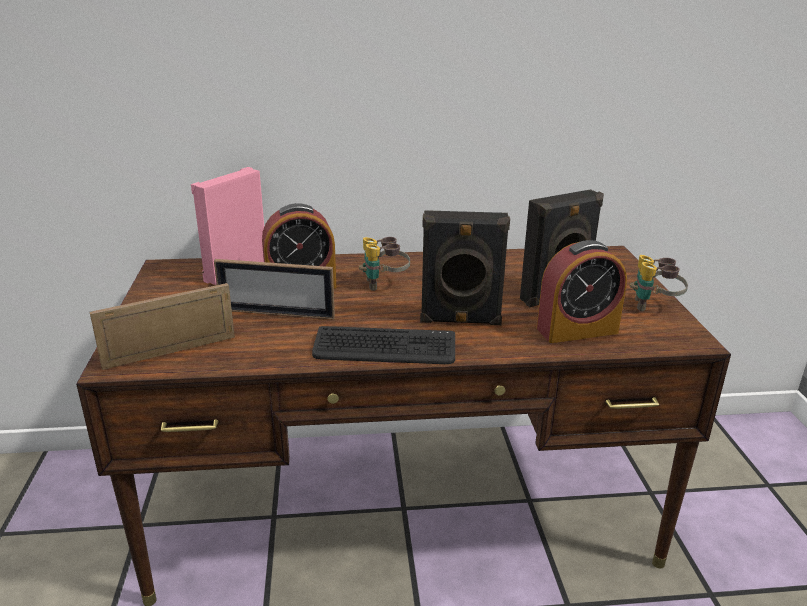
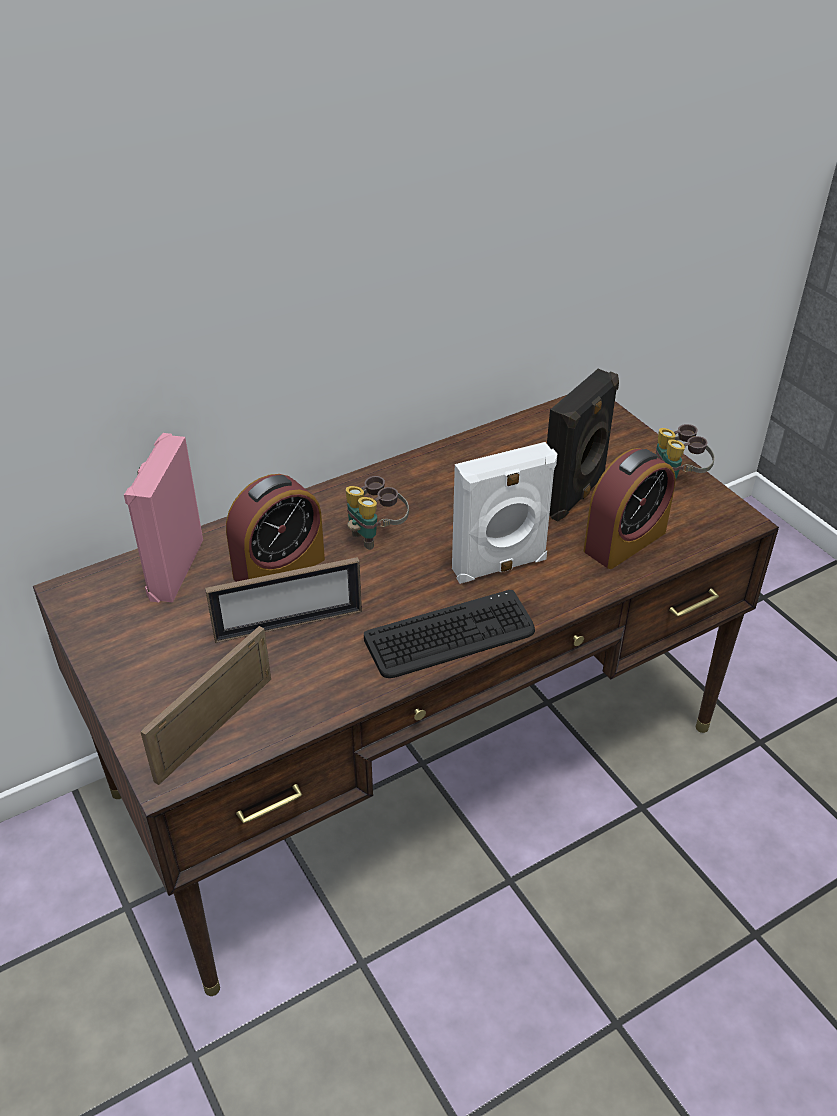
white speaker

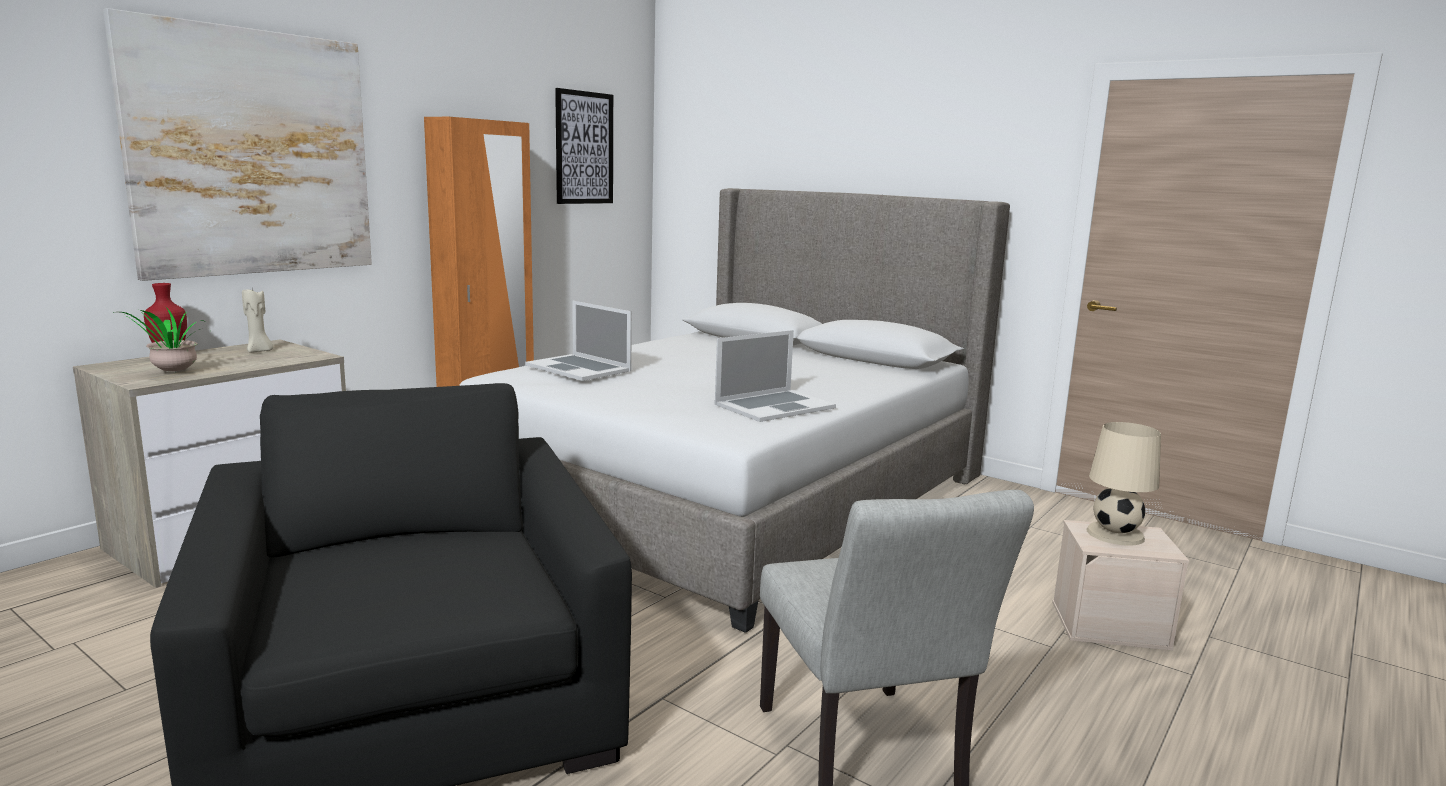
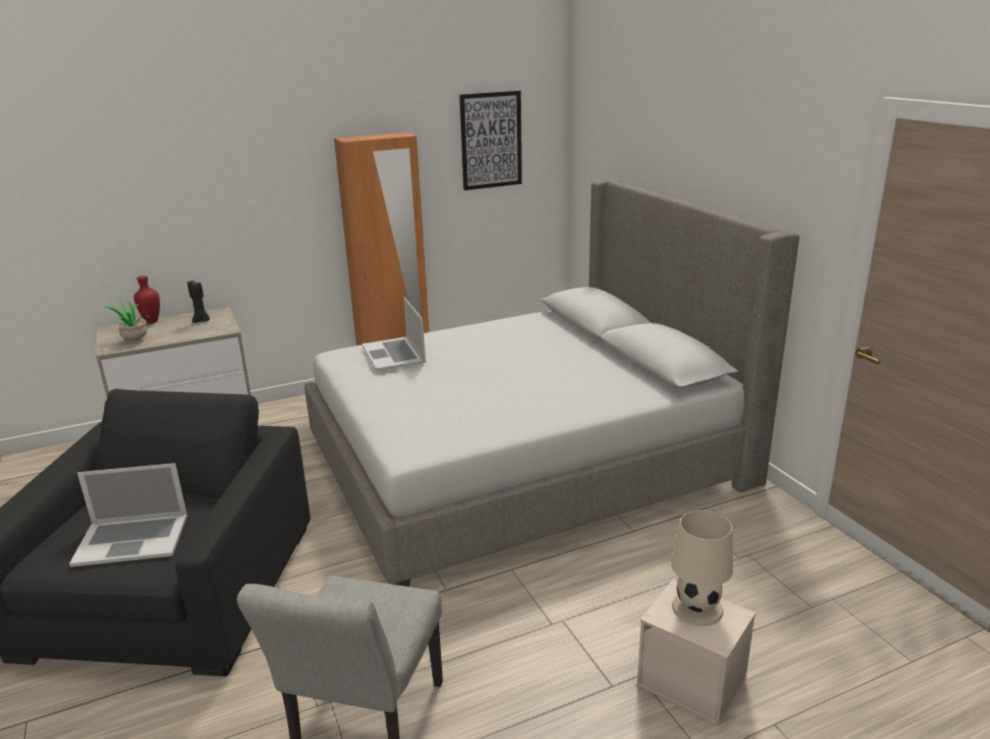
laptop (1st from left)
black candle
picture (1st from left in the first image)

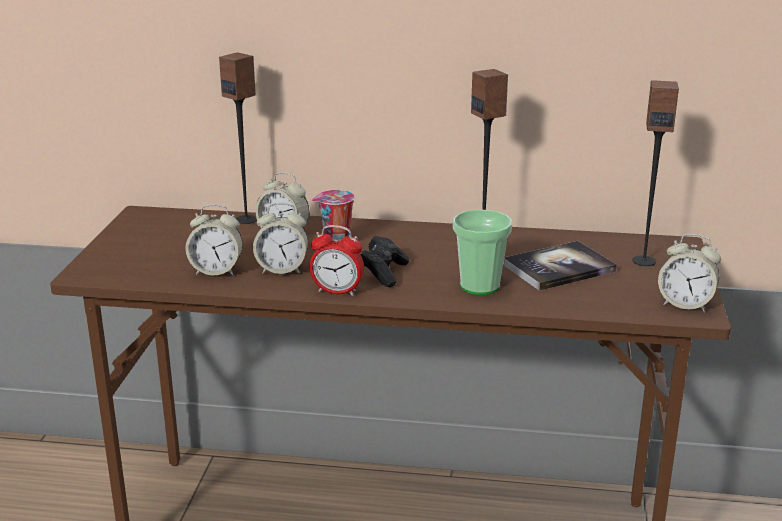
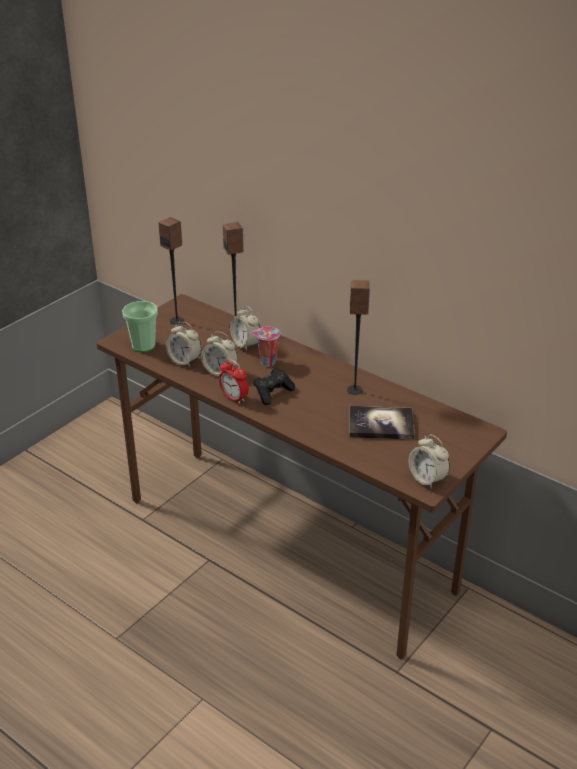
cup (1st from left)
speaker (1st from left)

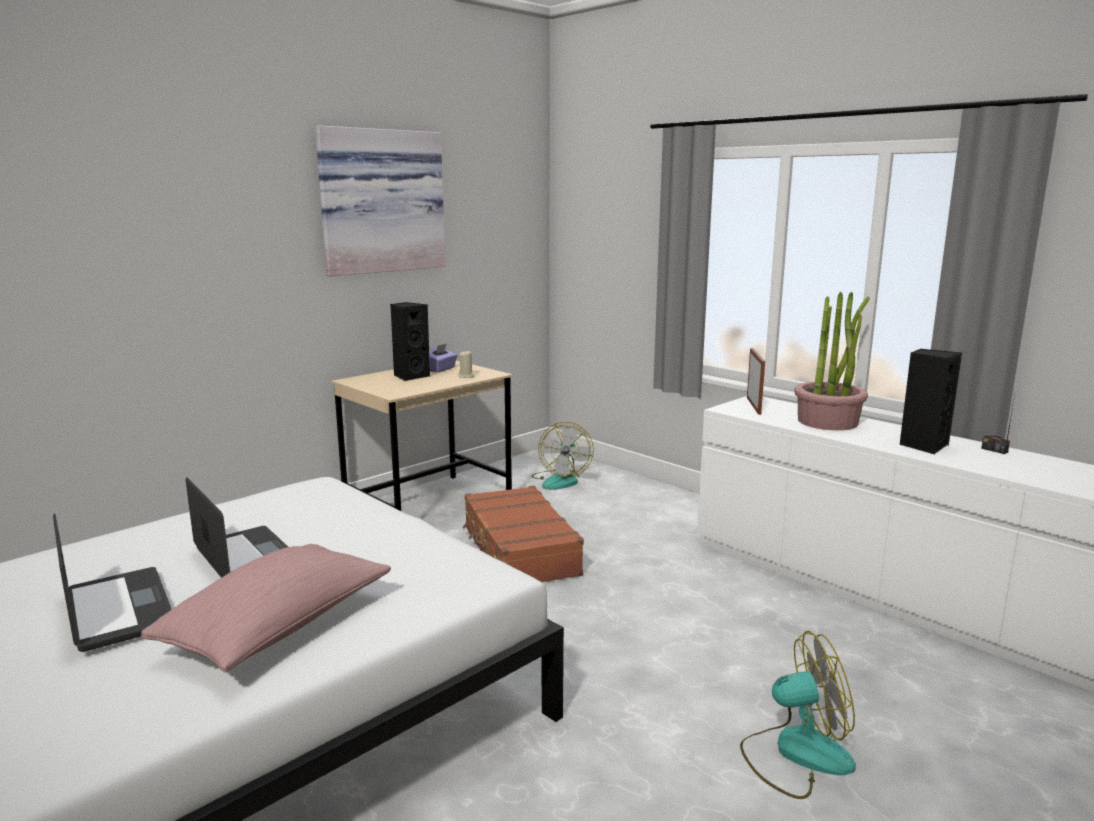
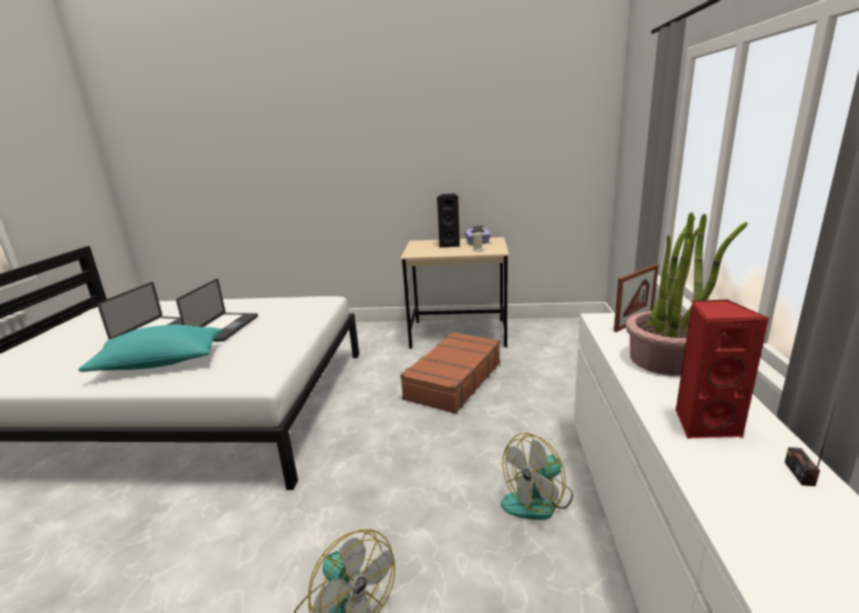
turquoise pillow
fan (2nd from left)
red speaker
picture

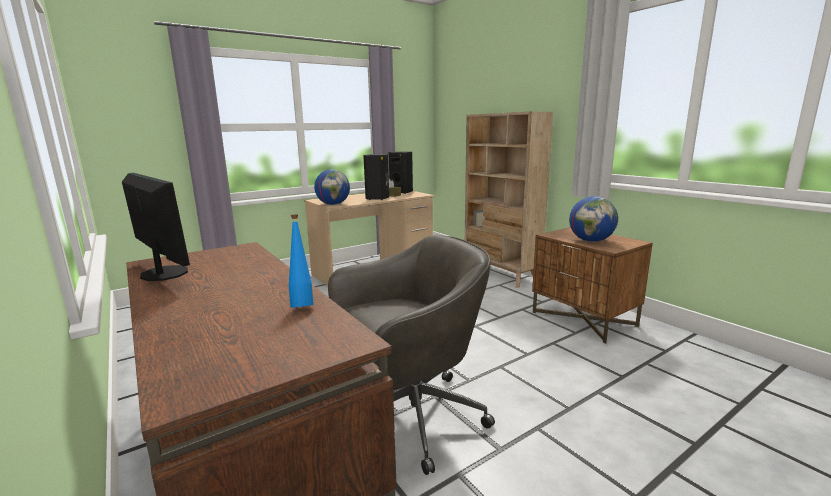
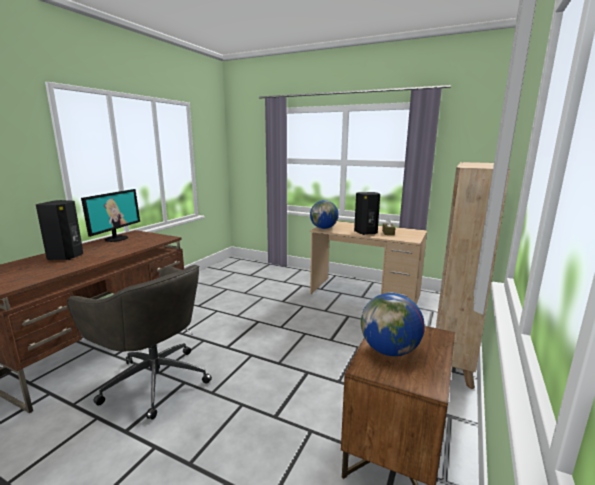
black speaker (1st from left)
blue bottle

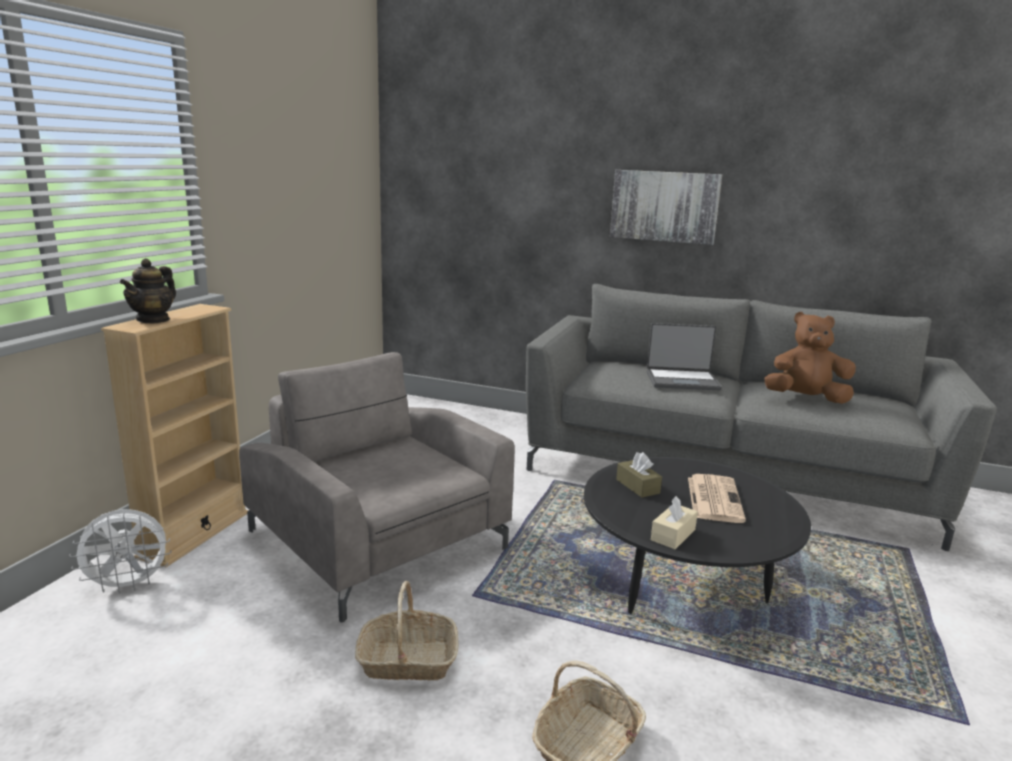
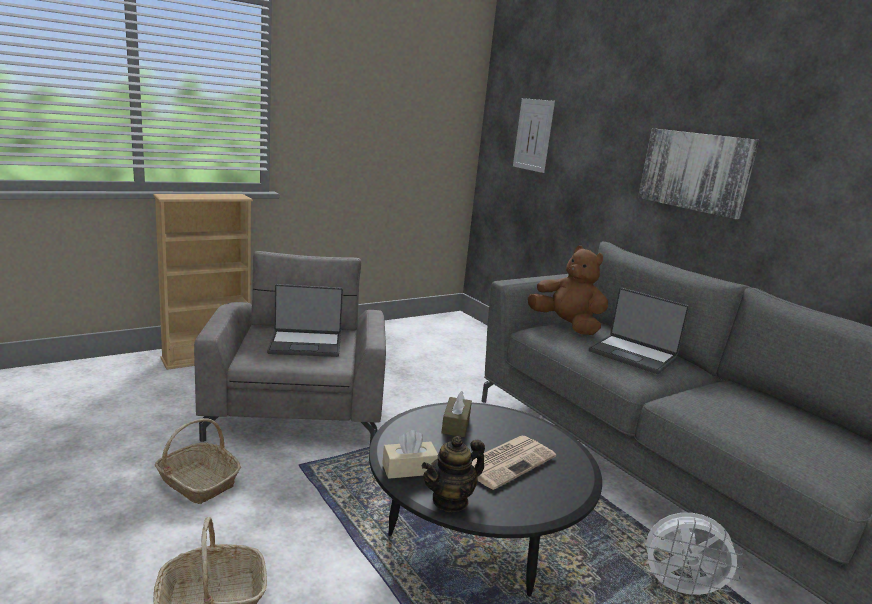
laptop (1st from left)
teapot
picture (1st from left)
brown plush toy
white fan

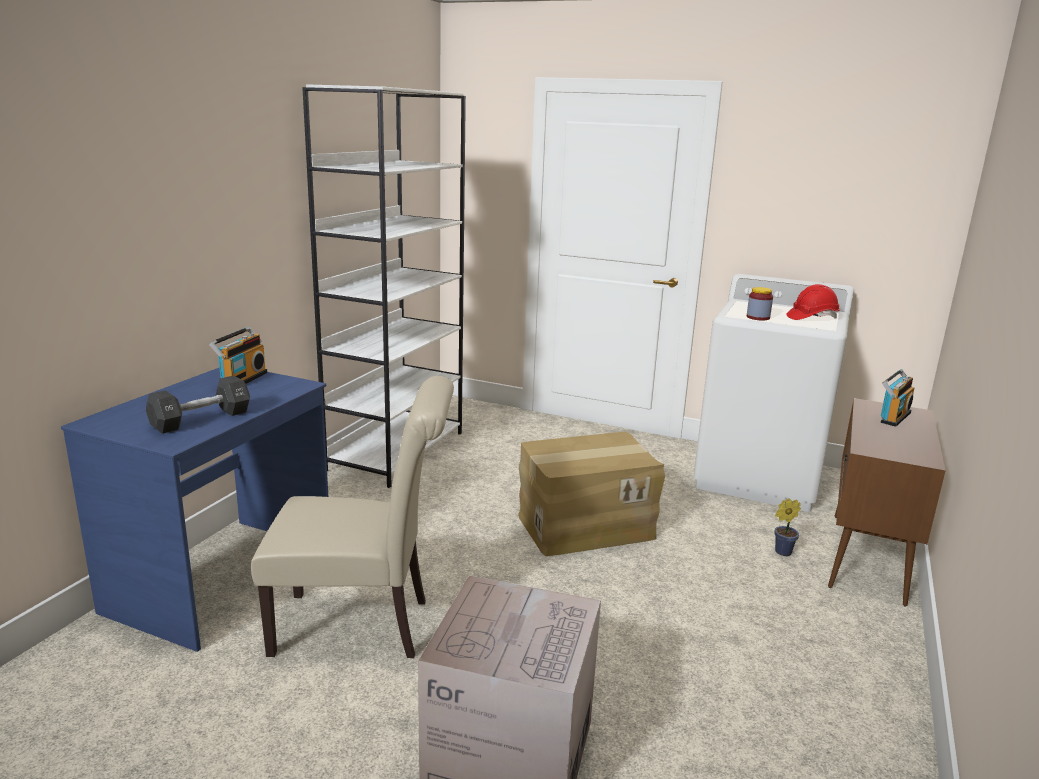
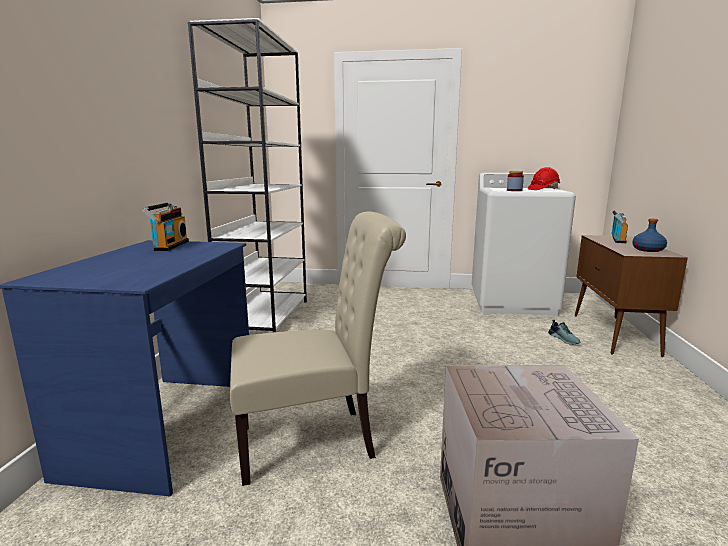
shoe
blue bottle
black dumbbell
cardboard box (2nd from left in the first image)

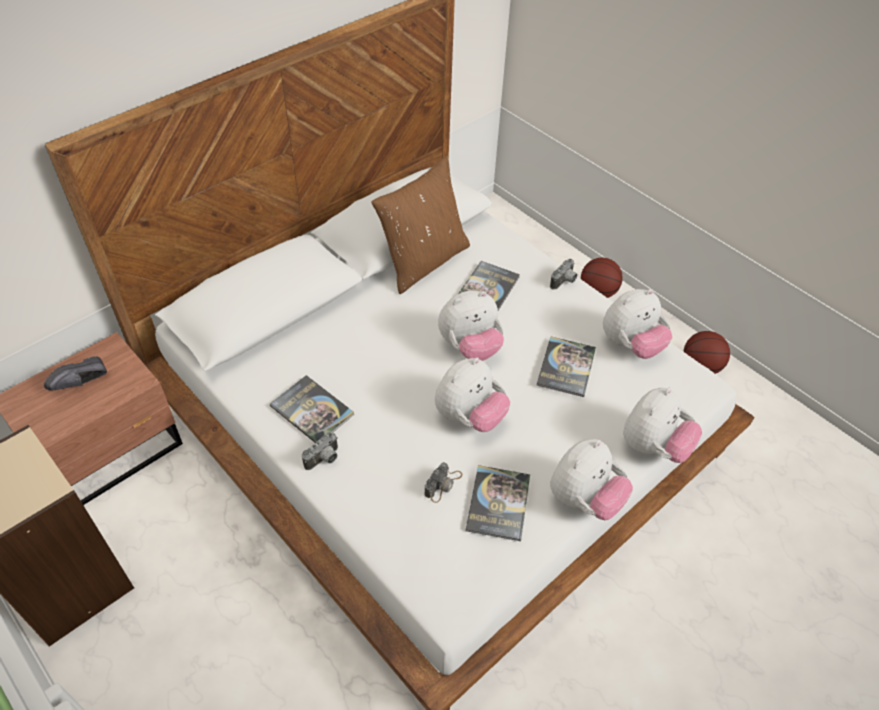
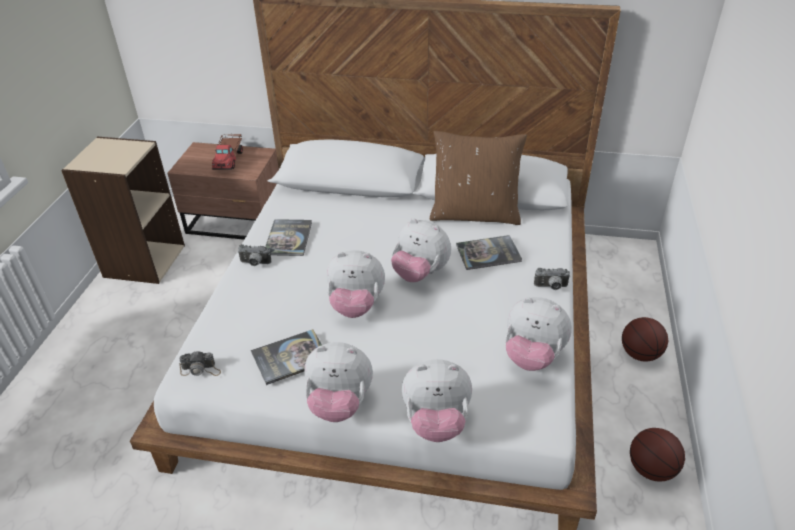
photo camera (1st from left)
toy truck
book (4th from left in the first image)

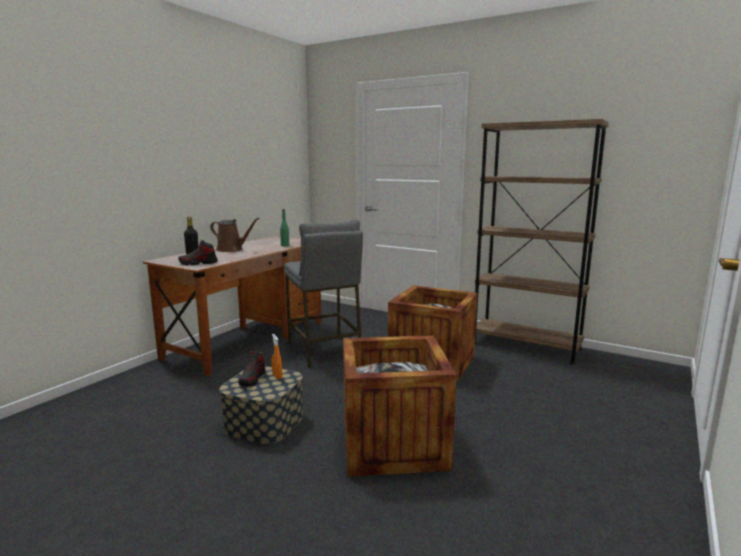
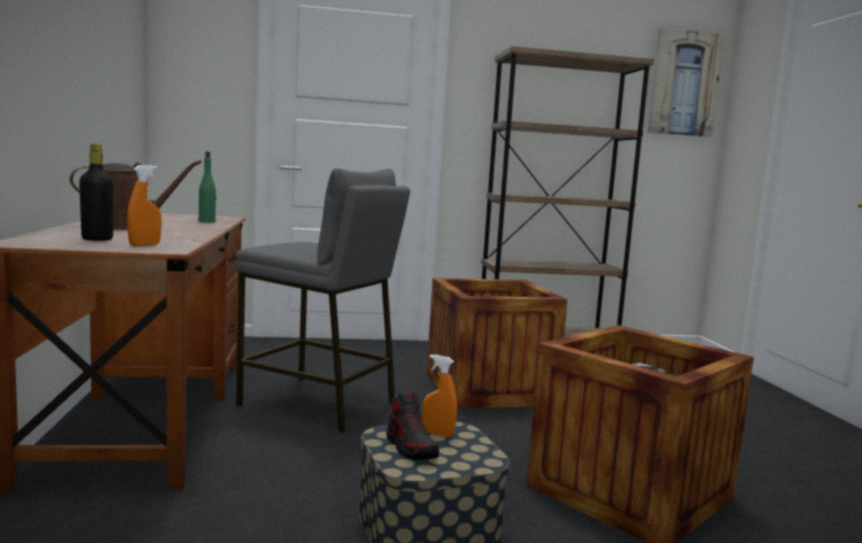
orange spray bottle (1st from left)
picture

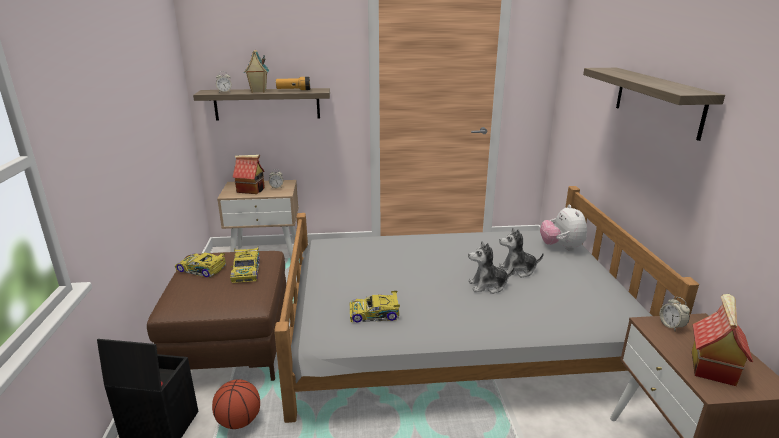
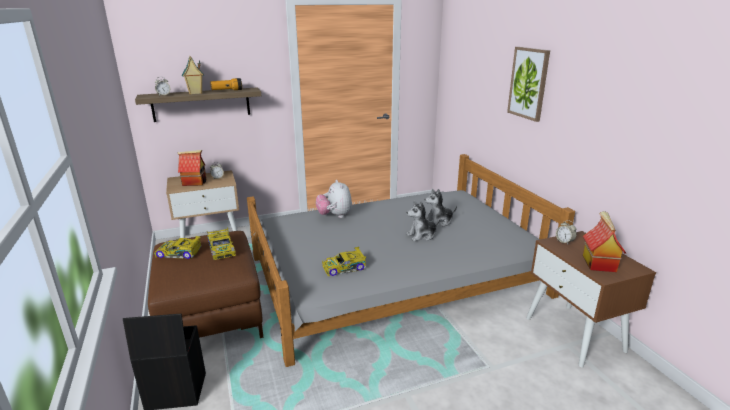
plush toy (1st from left)
picture
basketball

